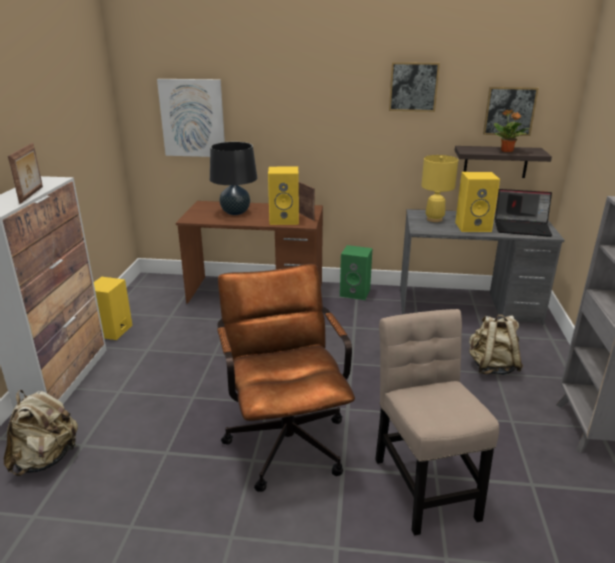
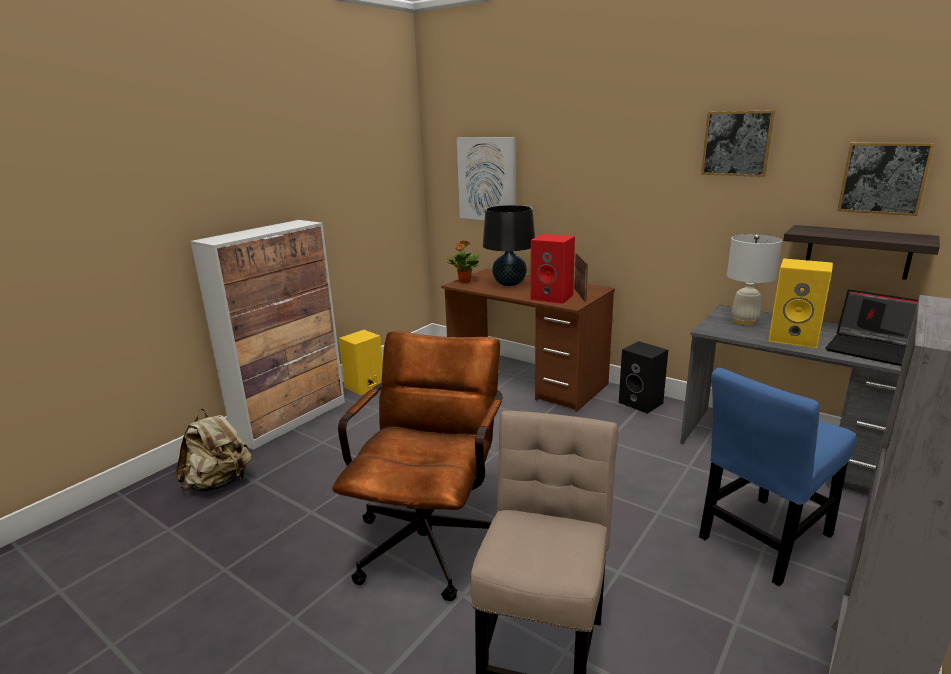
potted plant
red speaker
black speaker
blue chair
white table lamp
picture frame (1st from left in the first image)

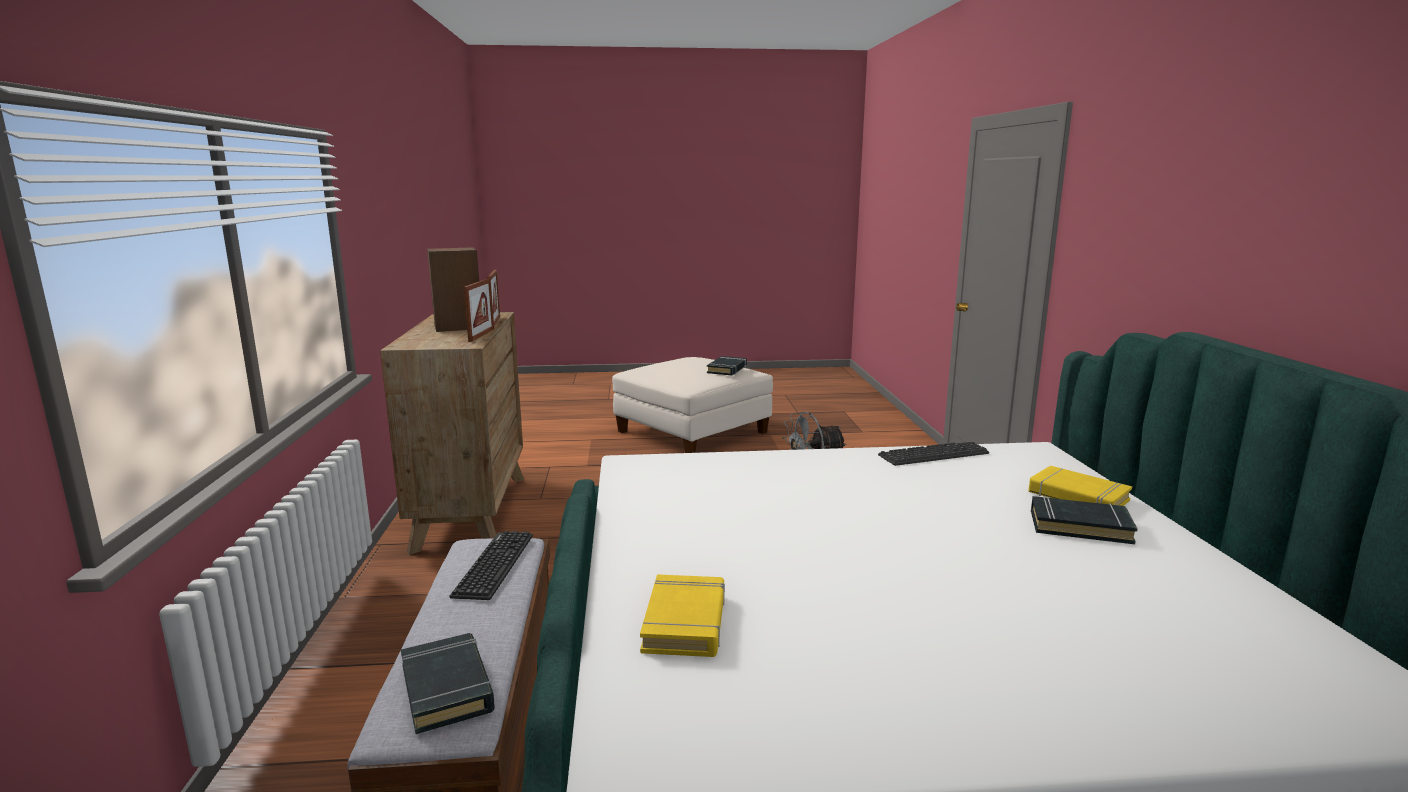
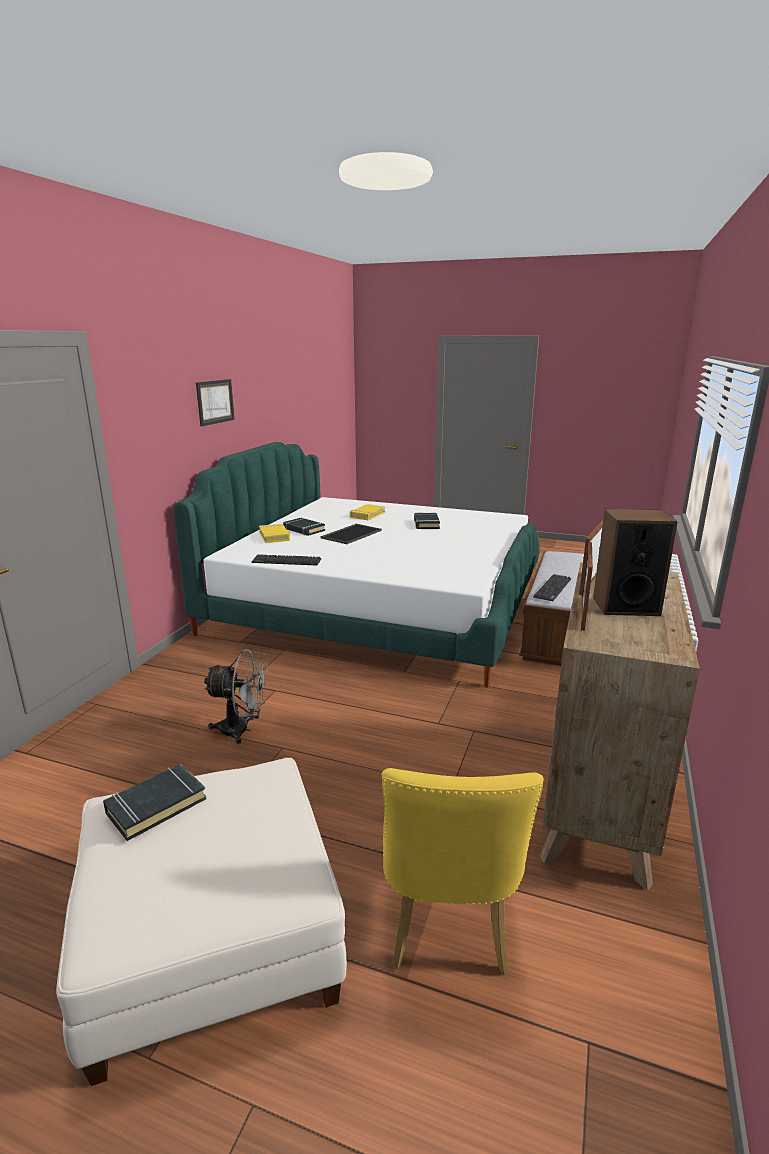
picture
tray
yellow book (2nd from left)
yellow chair
black book (3rd from left)

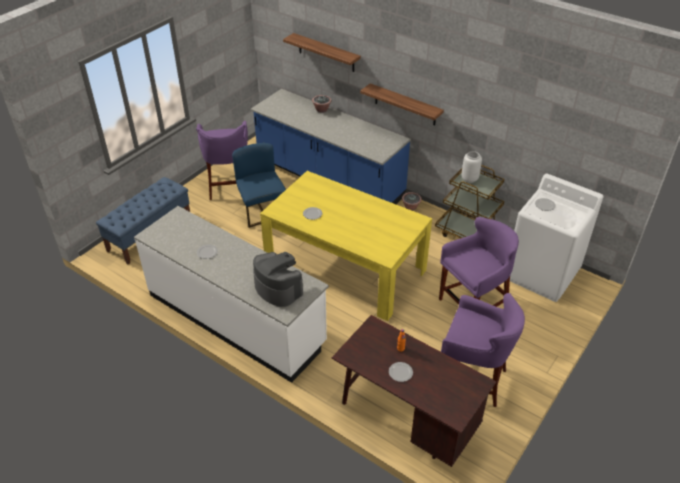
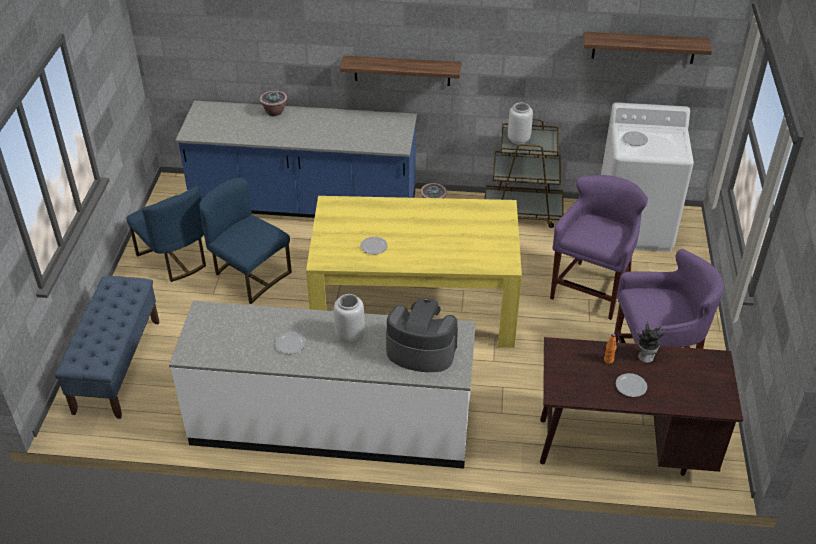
blue chair (1st from left)
grey vase (1st from left)
shelf (2nd from left)
potted plant (3rd from left)

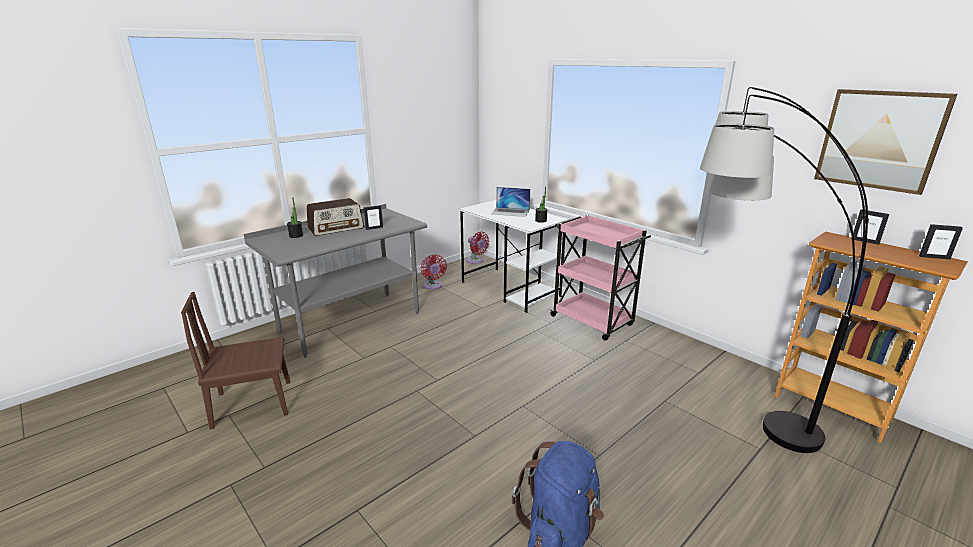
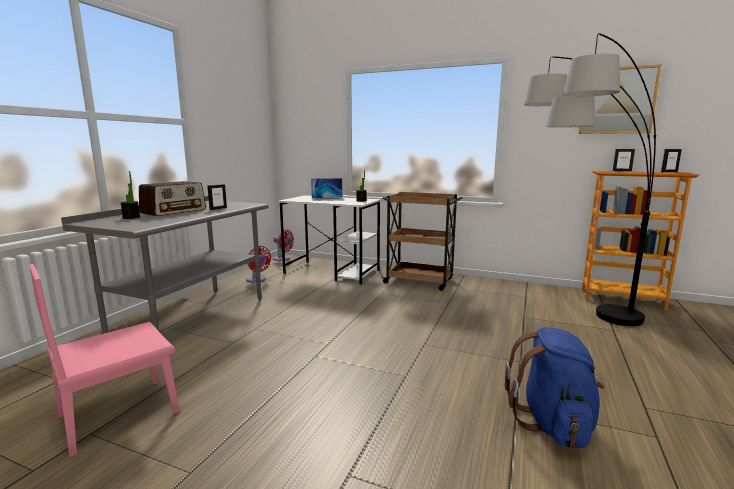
pink chair
brown cart

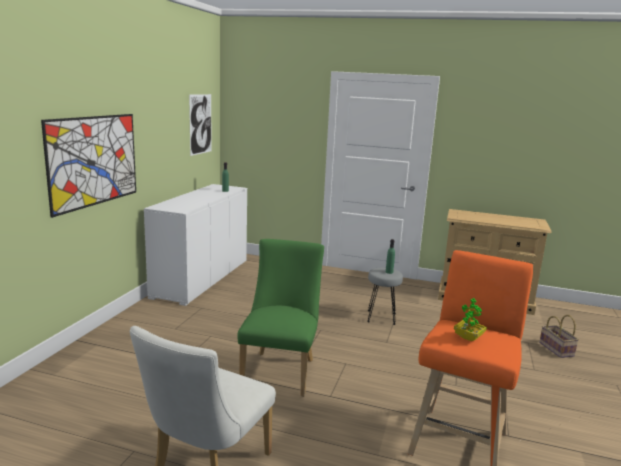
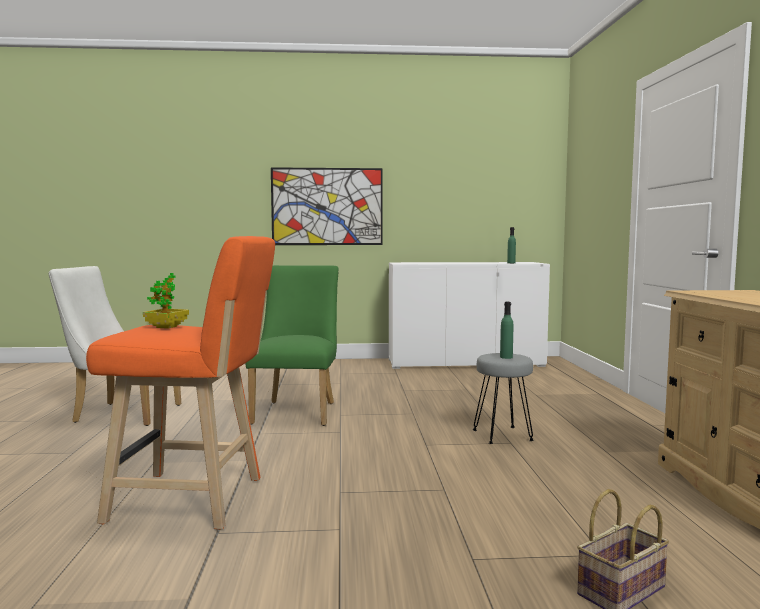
green chair
picture (2nd from left in the first image)

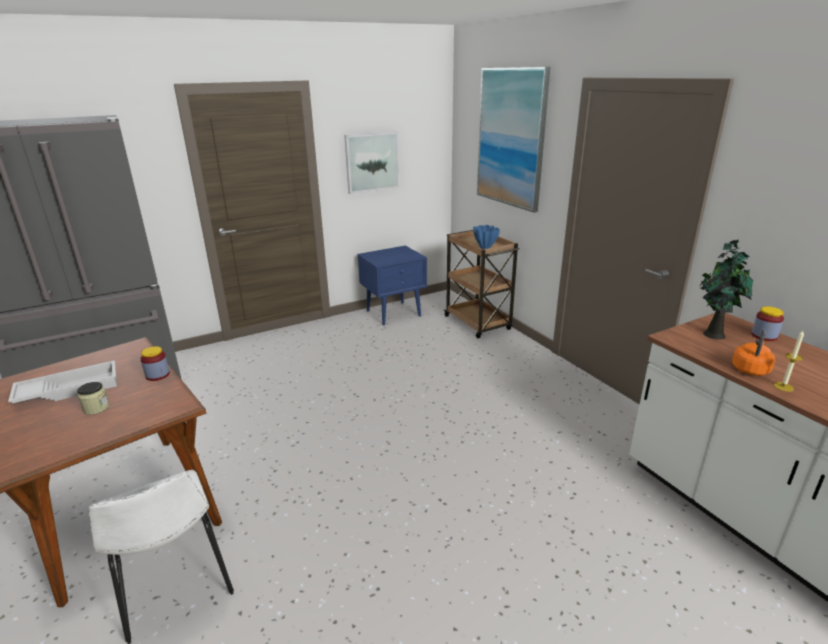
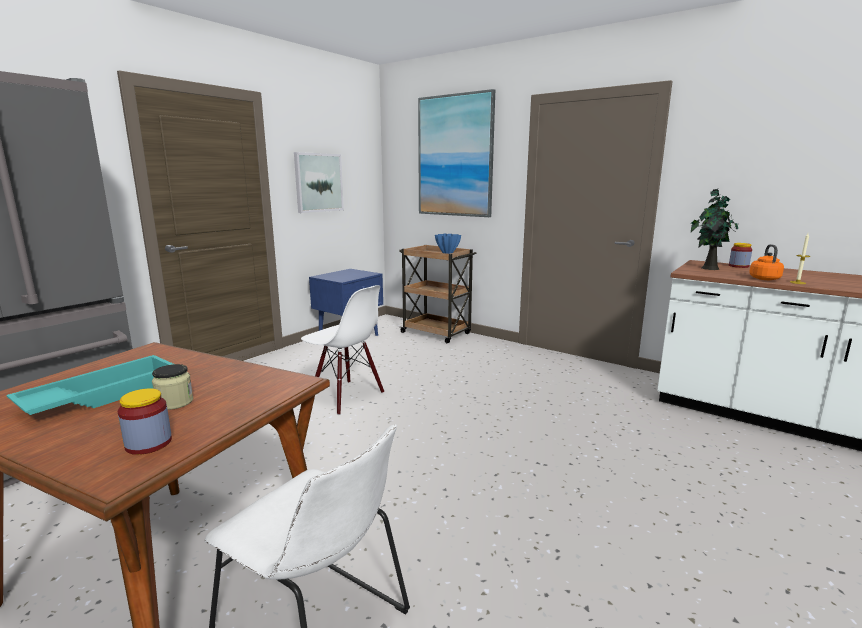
turquoise tray
jar (1st from left)
white chair (2nd from left)

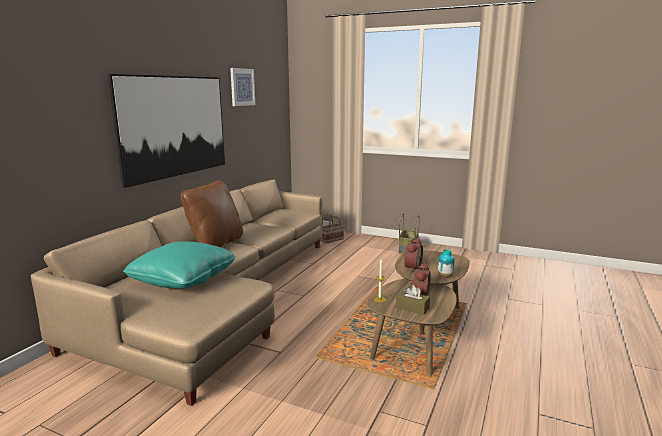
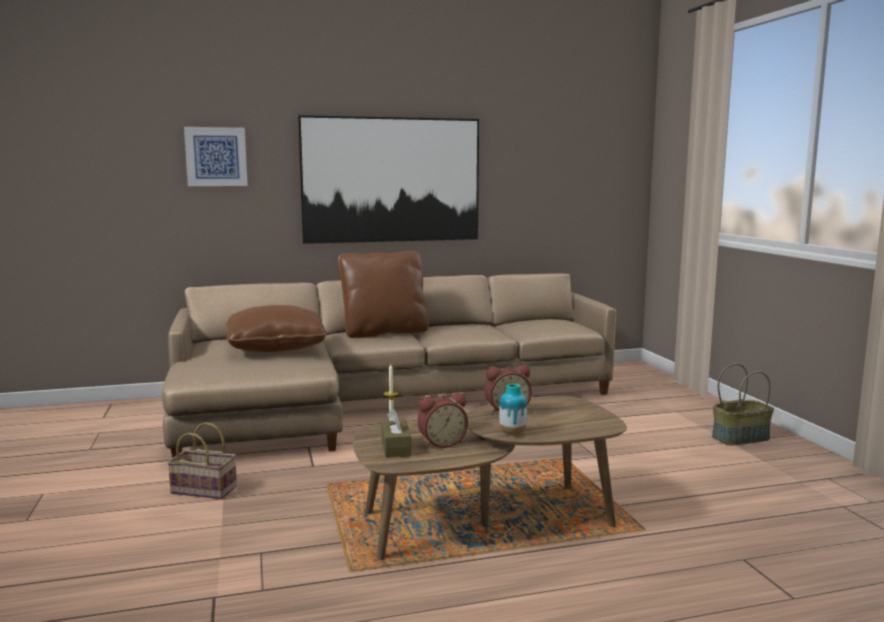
basket (1st from left)
picture (1st from left)
brown pillow (1st from left)

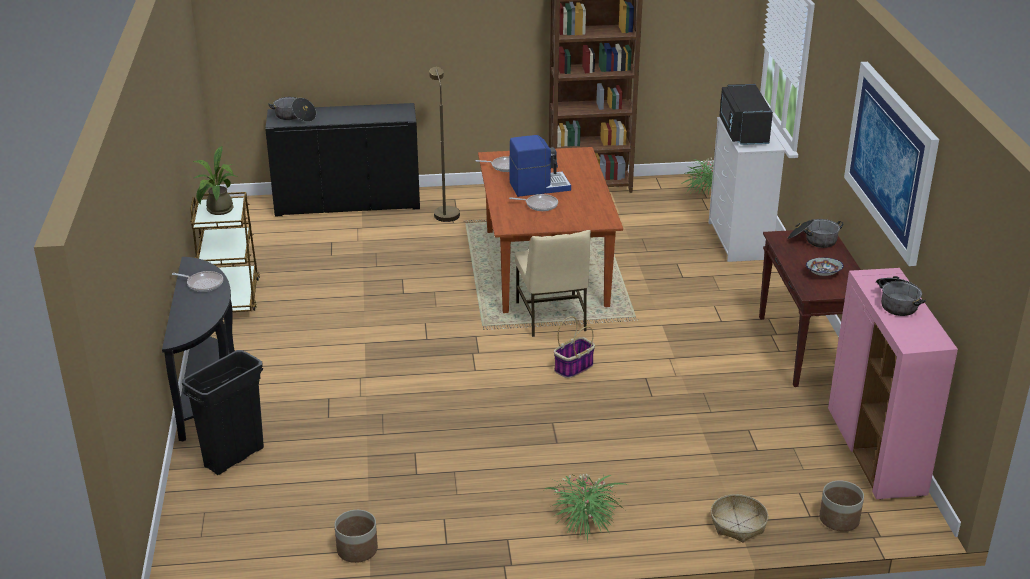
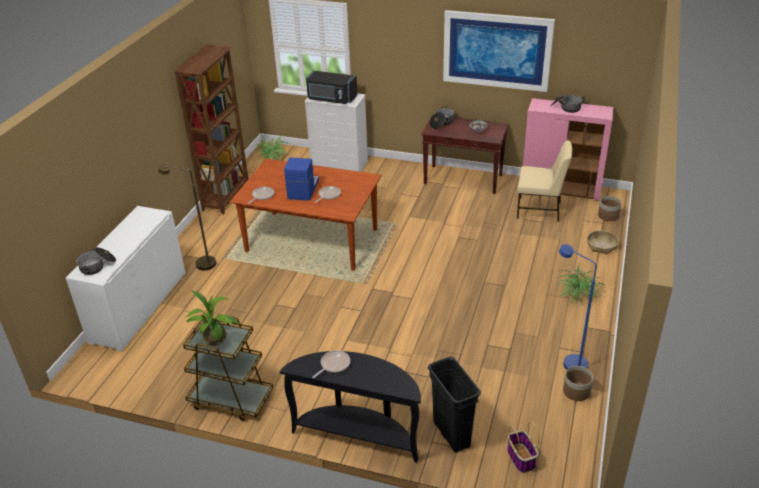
white cabinet
basket (1st from left)
beige chair
blue floor lamp

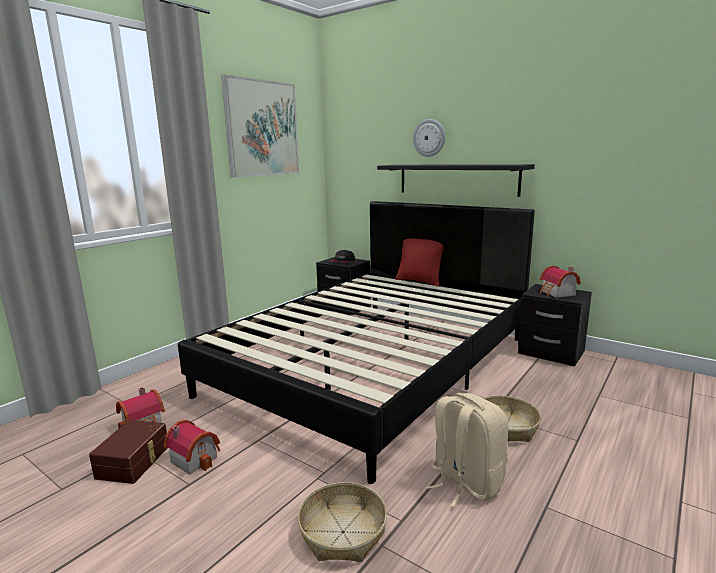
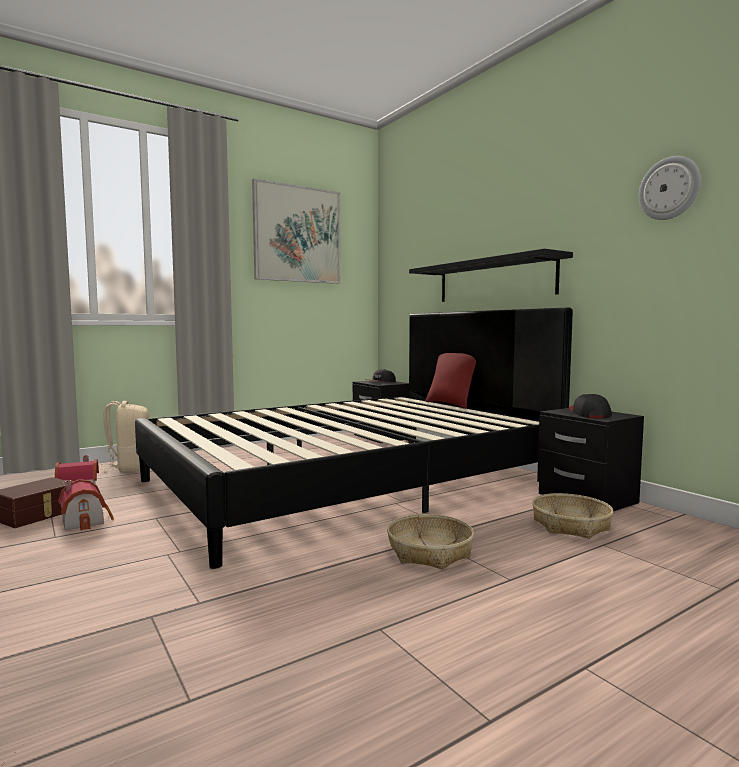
beige backpack
basket (2nd from left)
cap (2nd from left)
wall clock

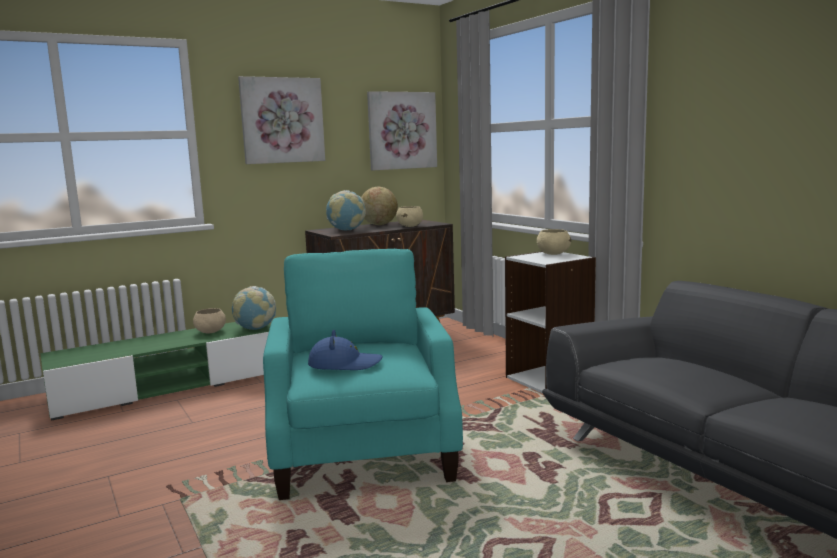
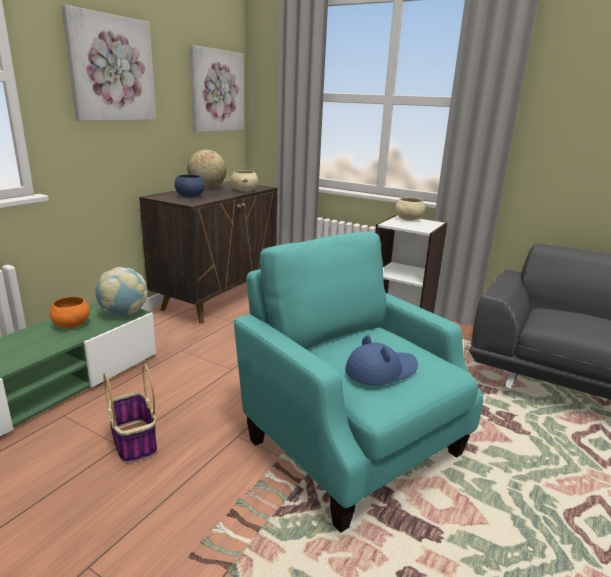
orange bowl
basket
blue bowl

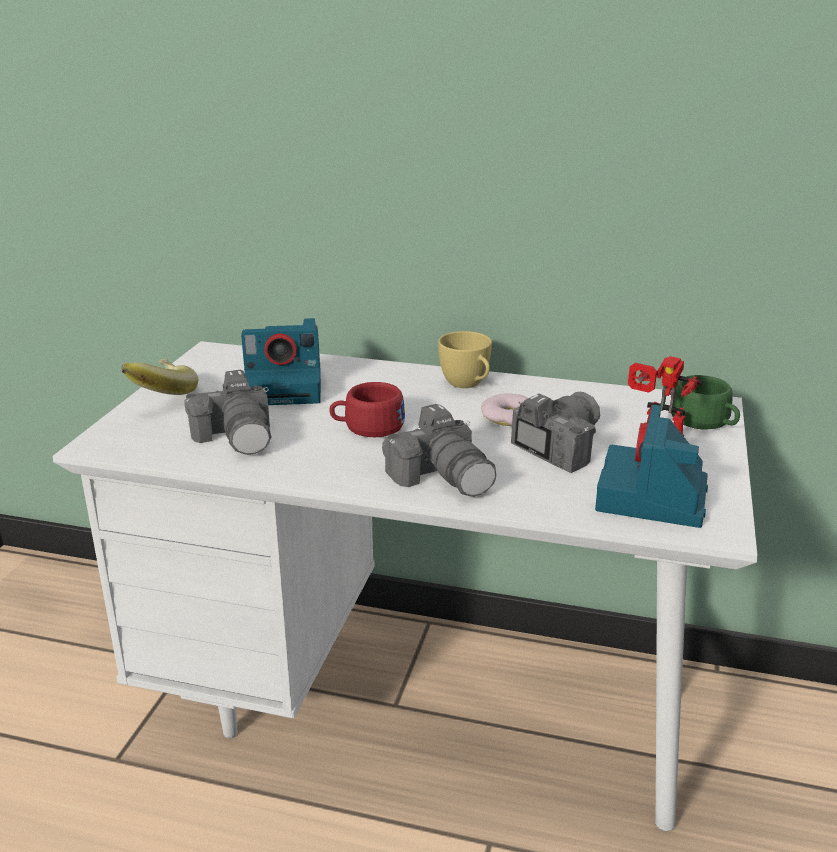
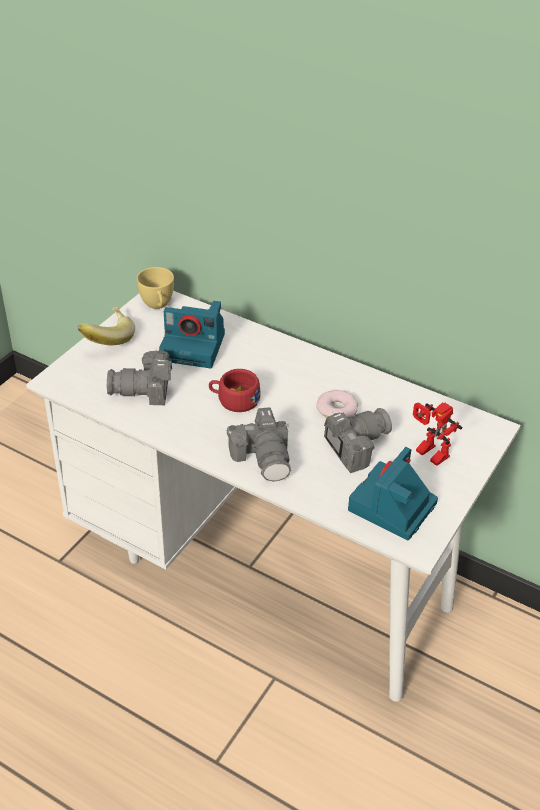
photo camera (1st from left)
yellow cup
green cup

